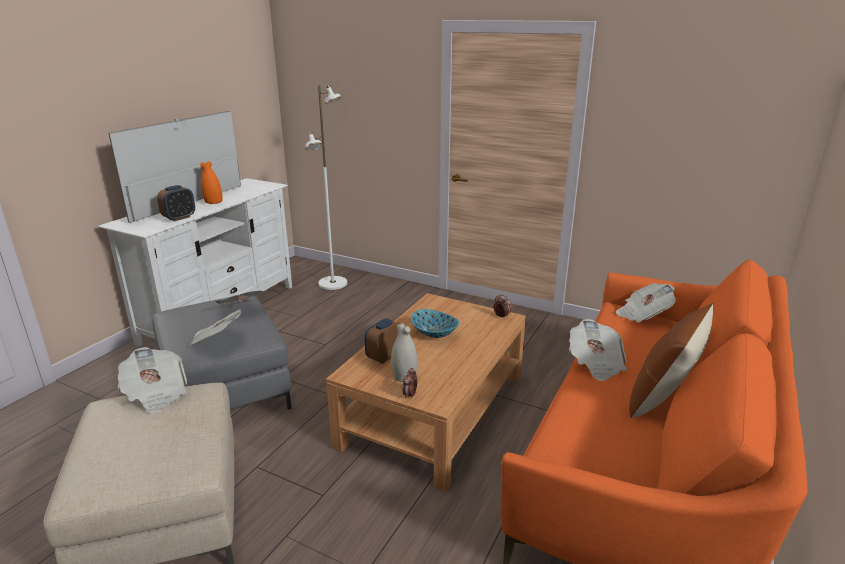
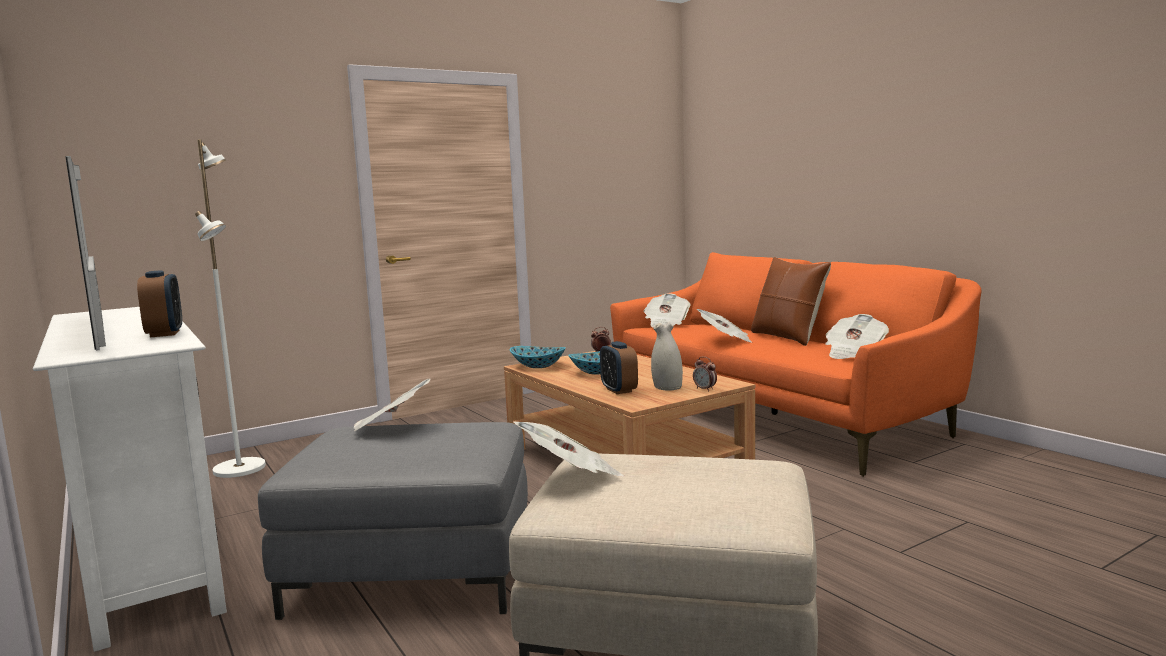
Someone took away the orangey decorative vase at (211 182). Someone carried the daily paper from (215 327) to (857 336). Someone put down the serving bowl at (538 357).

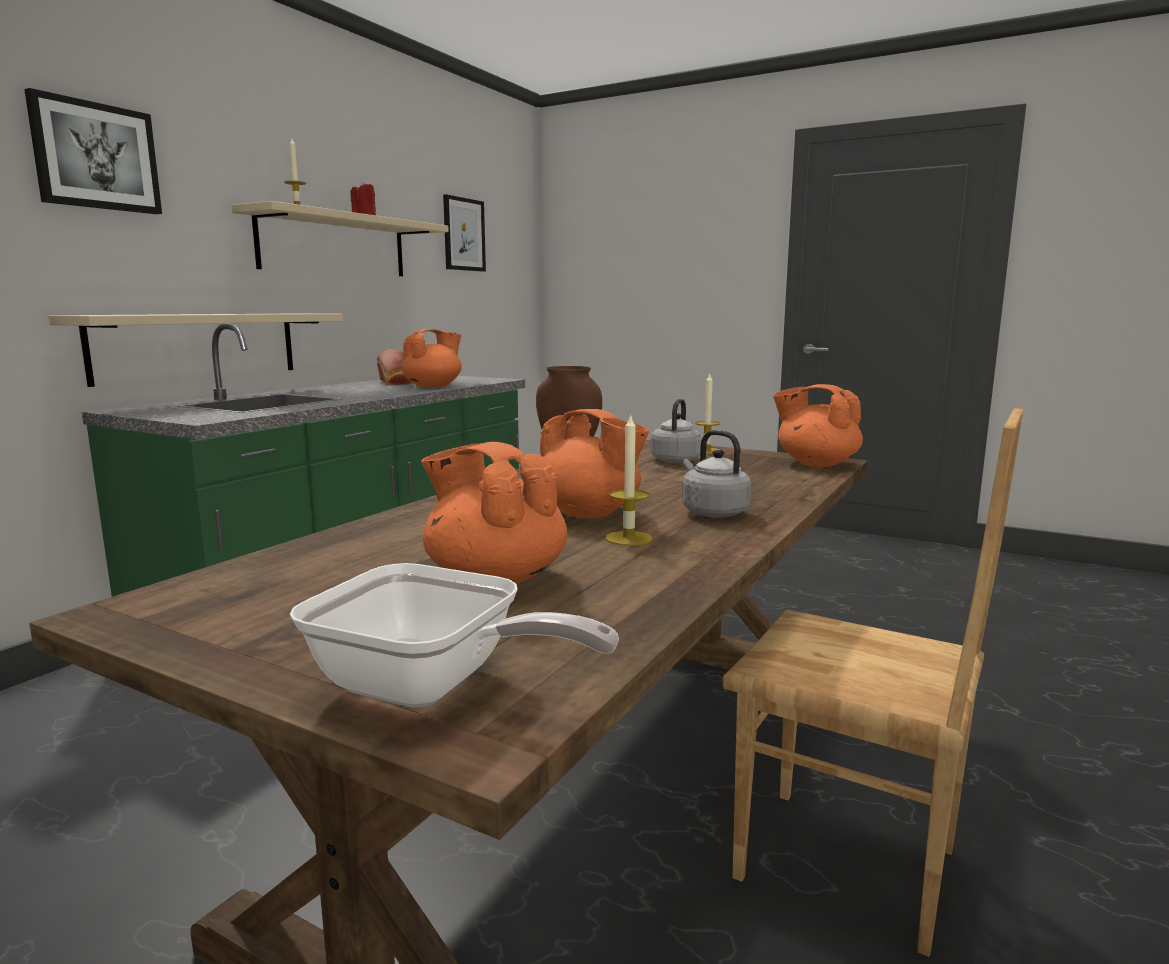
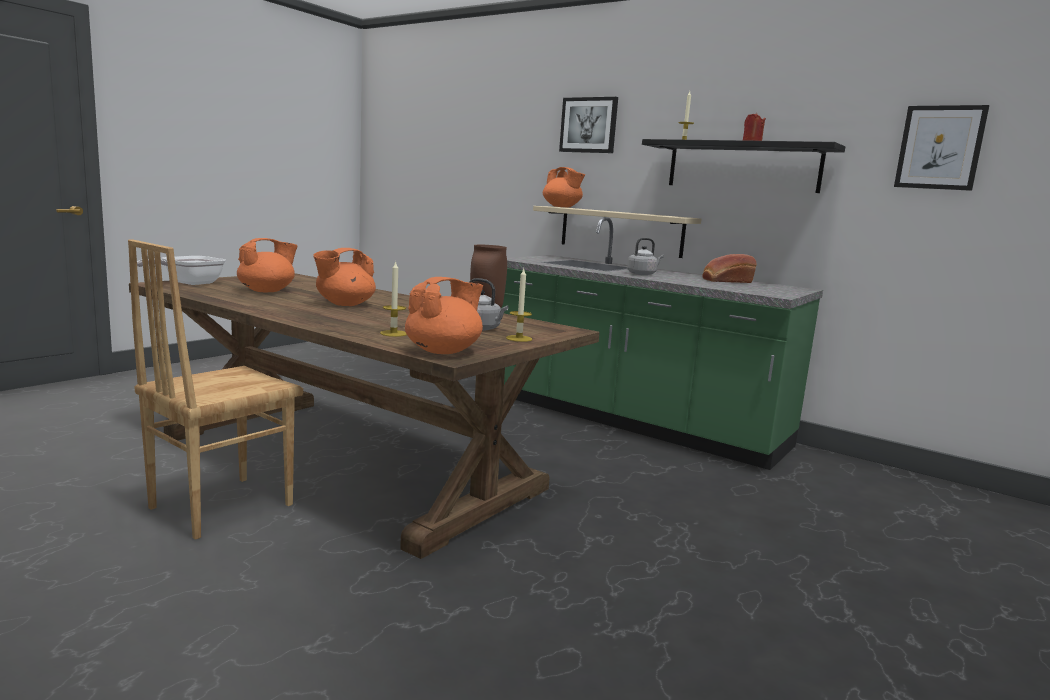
Someone repainted the sand-coloured wall shelf at (340 238), which became the black wall shelf at (743 166). Someone carried the orangey pot for tea from (432 358) to (564 187). Someone carried the candle from (629 479) to (393 298). Someone carried the greyish tea kettle from (716 474) to (645 256).

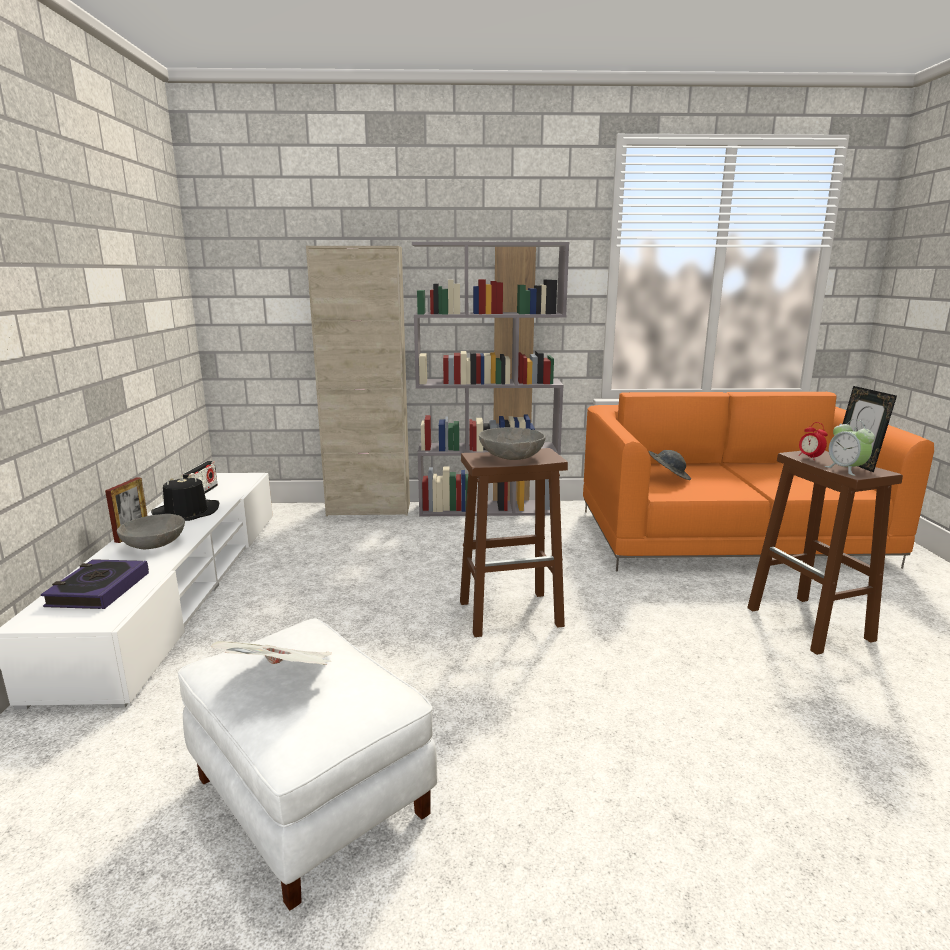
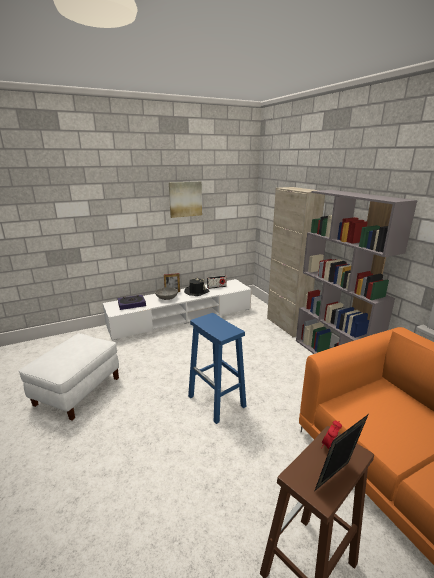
Someone took away the bedside clock at (850 447). Someone took away the greyish serving bowl at (512 443). Someone repainted the brownish stool seat at (514 542), which became the blue-coloured stool seat at (217 368). Someone took away the greyish hat at (670 465). Someone took away the daily paper at (271 653). Someone put up the wall art at (185 199).

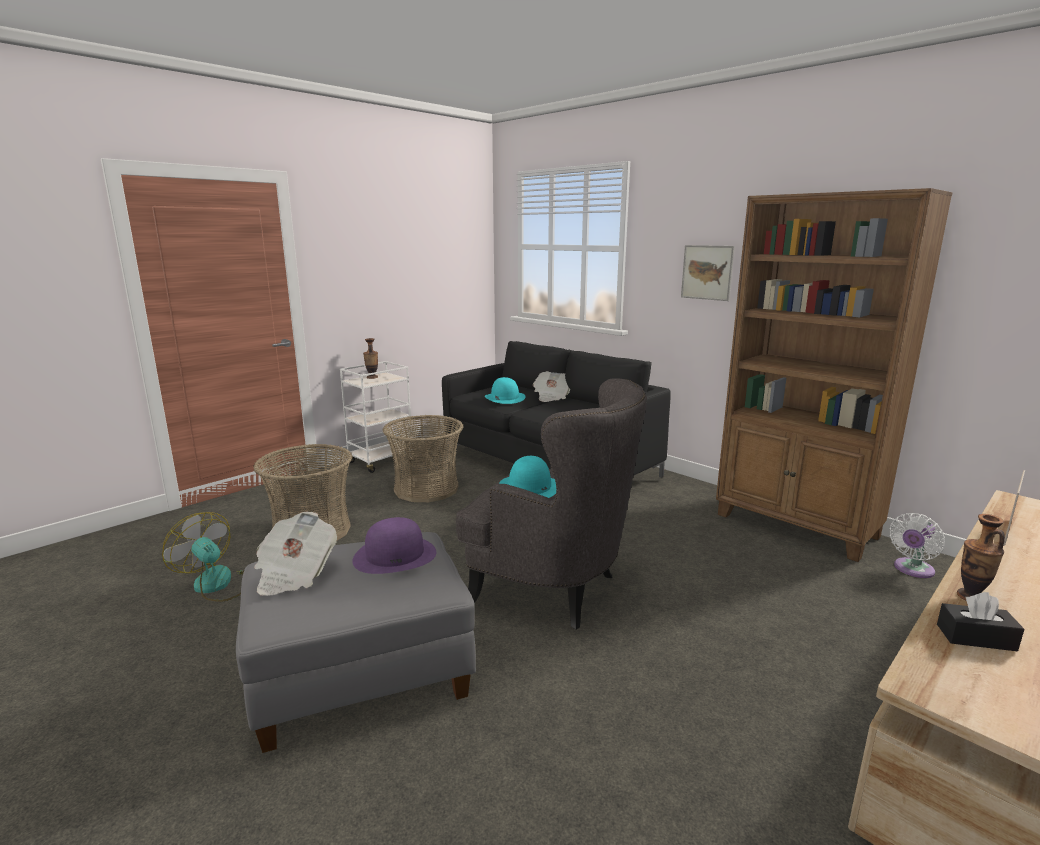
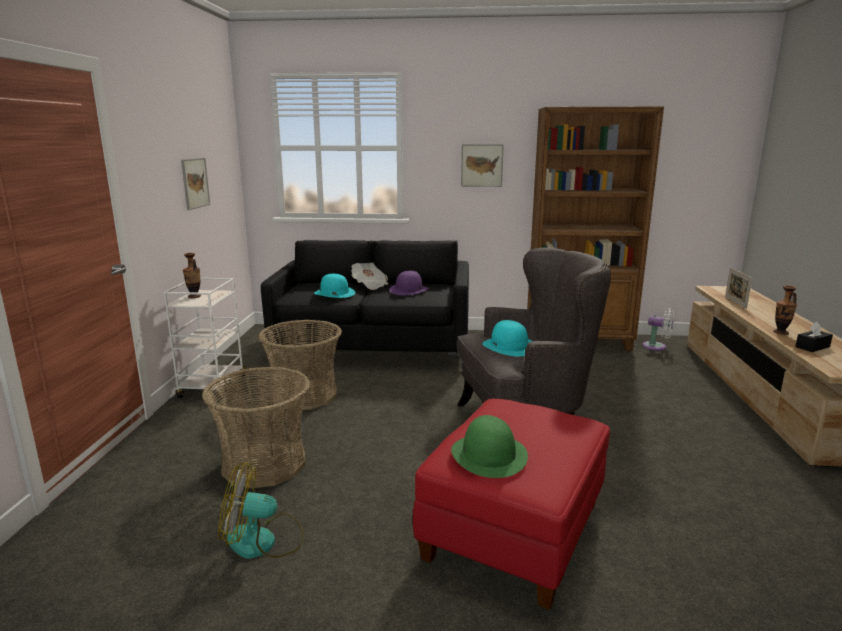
Someone swapped the daily paper at (295 554) for the green-coloured hat at (489 446). Someone rotated the white fan at (917 545) by 75 degrees counterclockwise. Someone carried the purplish hat from (394 545) to (409 283). Someone repainted the greyish ottoman at (356 642), which became the red-coloured ottoman at (511 504). Someone put up the wall art at (195 184).

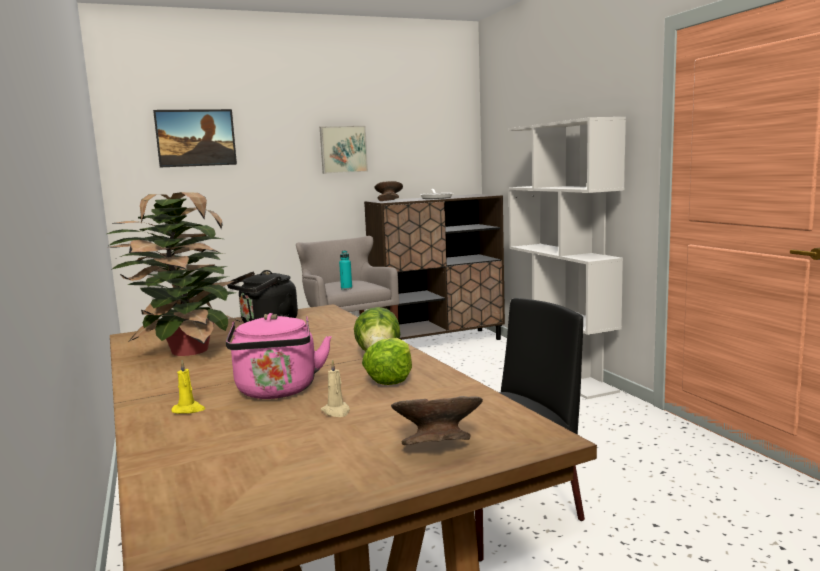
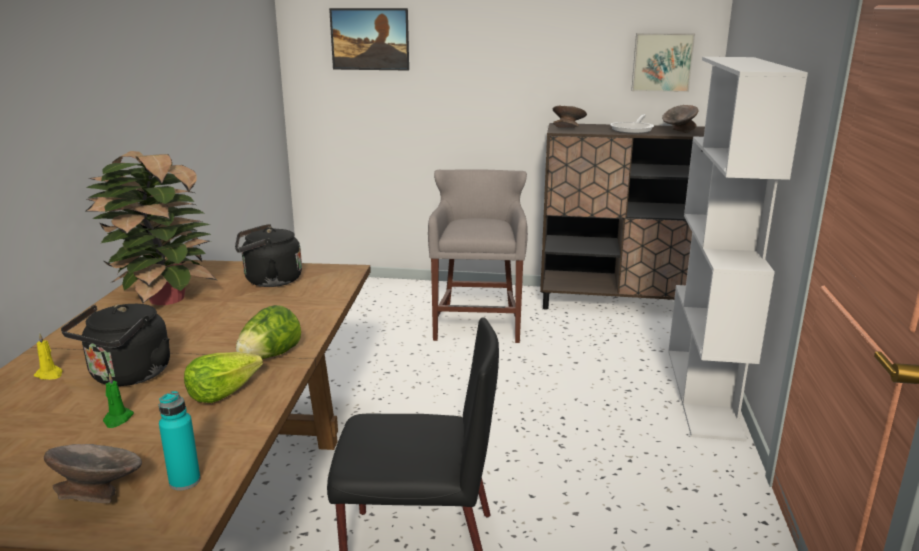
Someone carried the wall art from (344 150) to (663 62). Someone carried the blue-green drink bottle from (345 270) to (180 441). Someone repainted the pinkish tea kettle at (279 356), which became the black tea kettle at (115 345). Someone repainted the sand-coloured candle at (335 388), which became the green-coloured candle at (118 400). Someone put down the greyish serving bowl at (680 119).

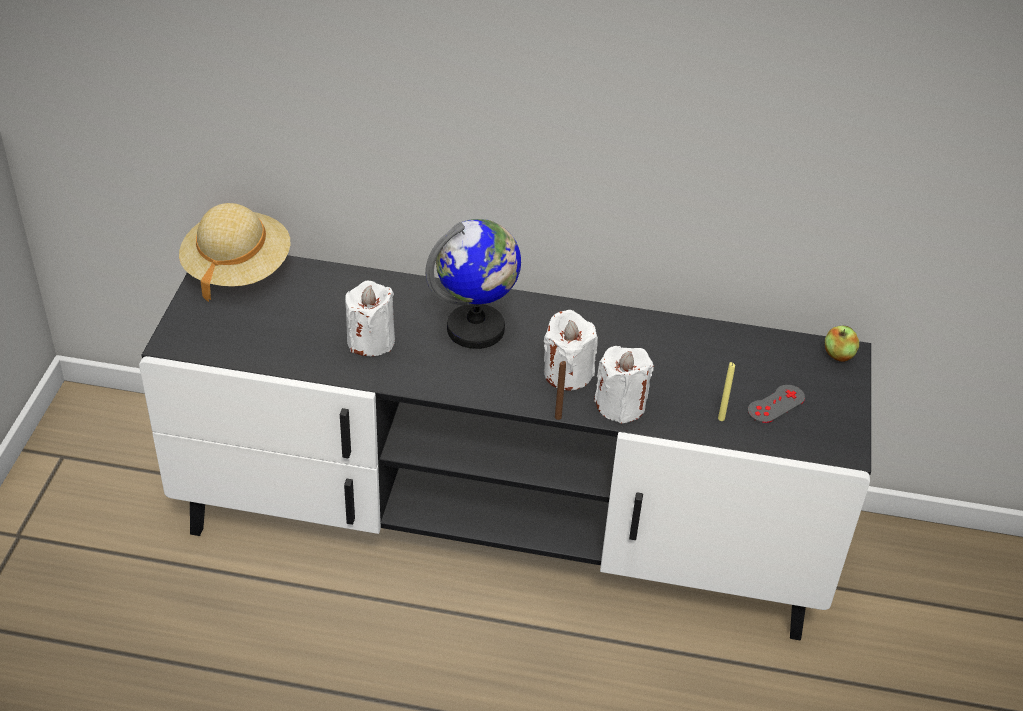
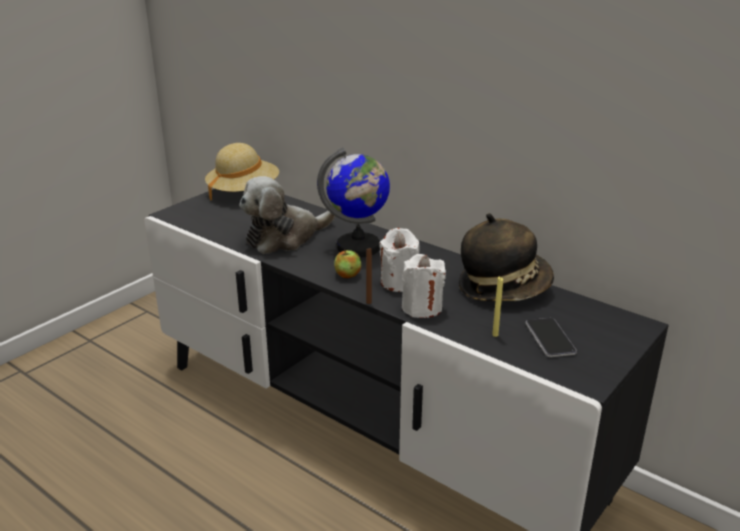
Someone swapped the white candle at (370 318) for the plush toy at (287 215). Someone carried the whole apple from (842 344) to (347 264). Someone swapped the greyish joypad at (776 404) for the telephone at (551 337). Someone put down the hat at (506 257).

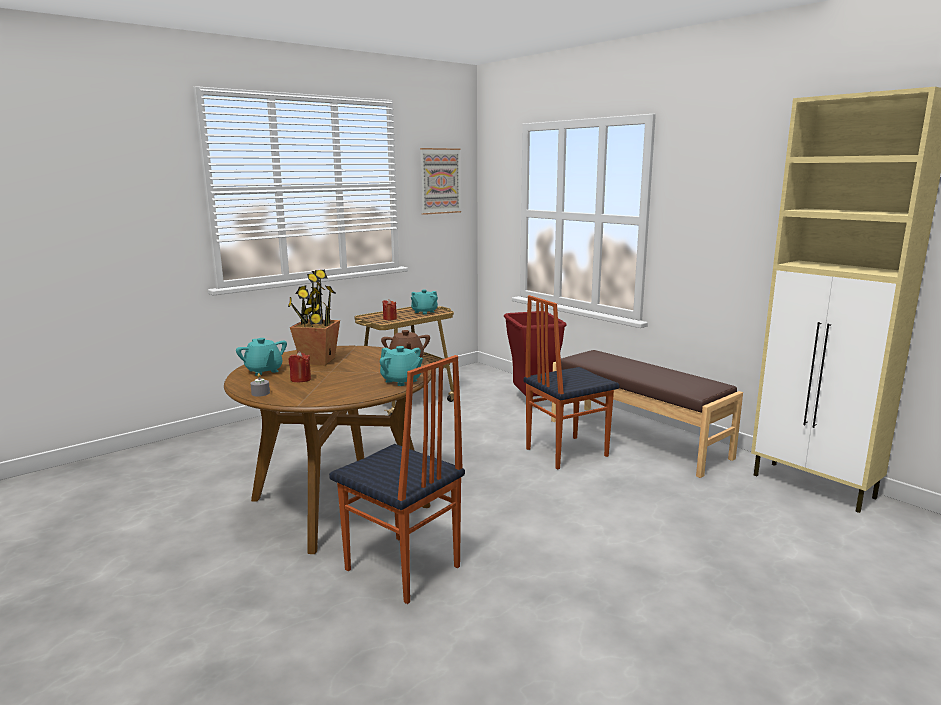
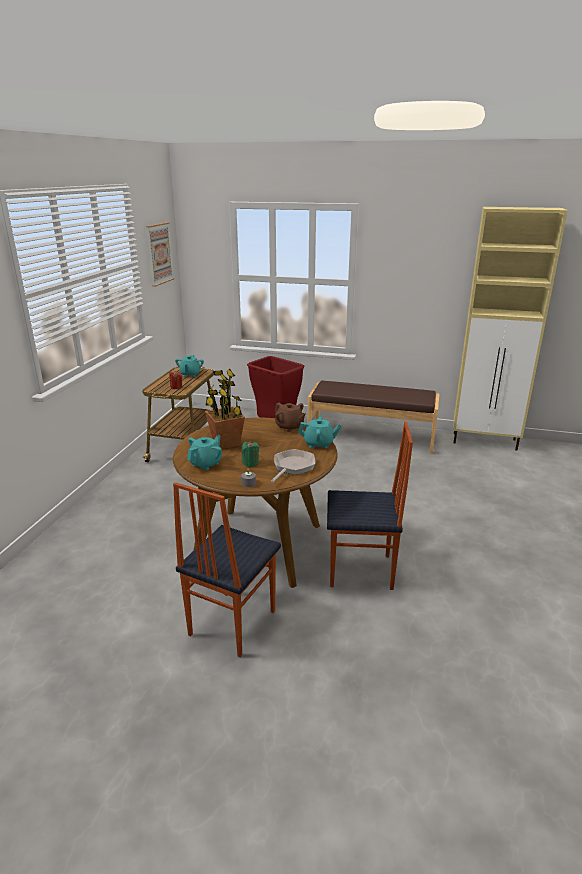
Someone carried the plain chair from (571 382) to (227 569). Someone rotated the blue-green pot for tea at (261 357) by 75 degrees counterclockwise. Someone repainted the red-coloured candle at (299 366), which became the green-coloured candle at (250 454). Someone put down the pan at (293 466).

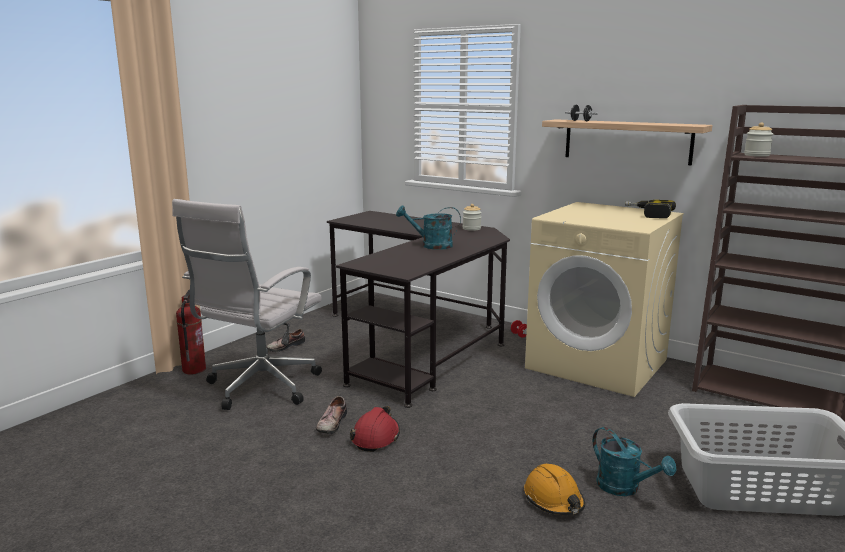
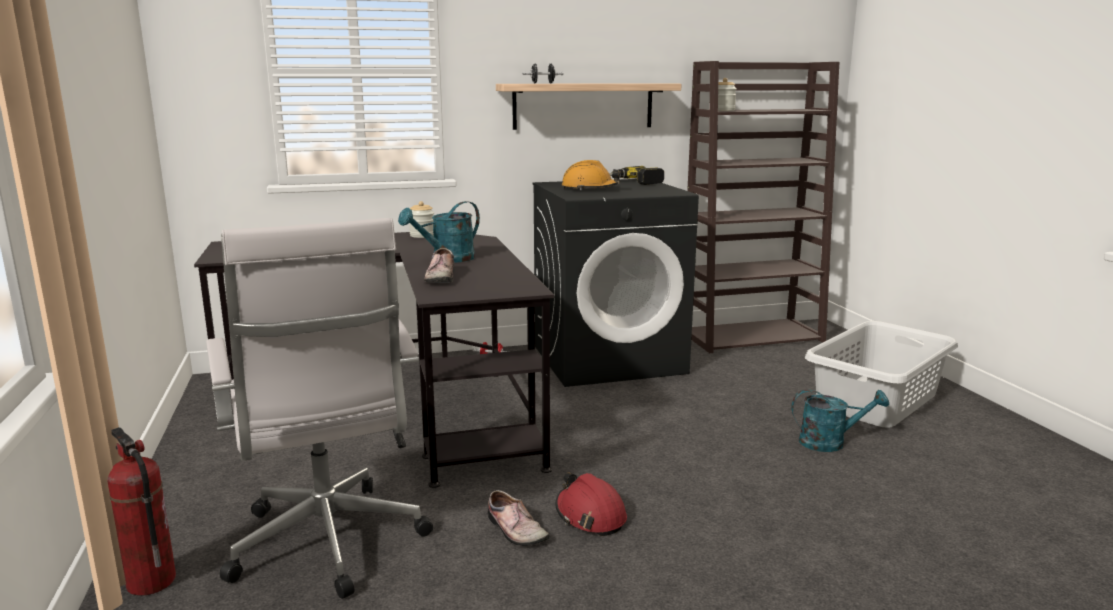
Someone repainted the sand-coloured laundry appliance at (604 299), which became the black laundry appliance at (616 283). Someone carried the item of footwear from (285 340) to (439 265). Someone carried the orangey hard hat from (554 489) to (591 175).

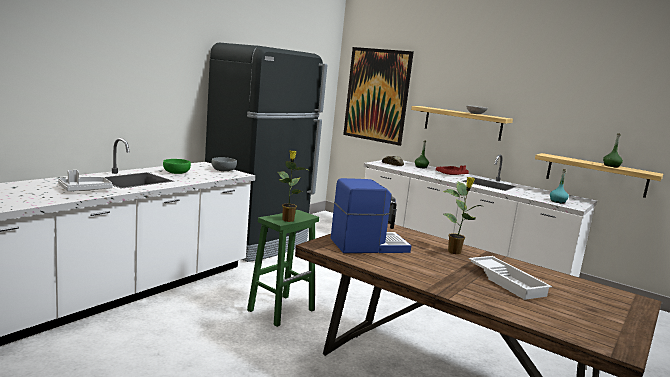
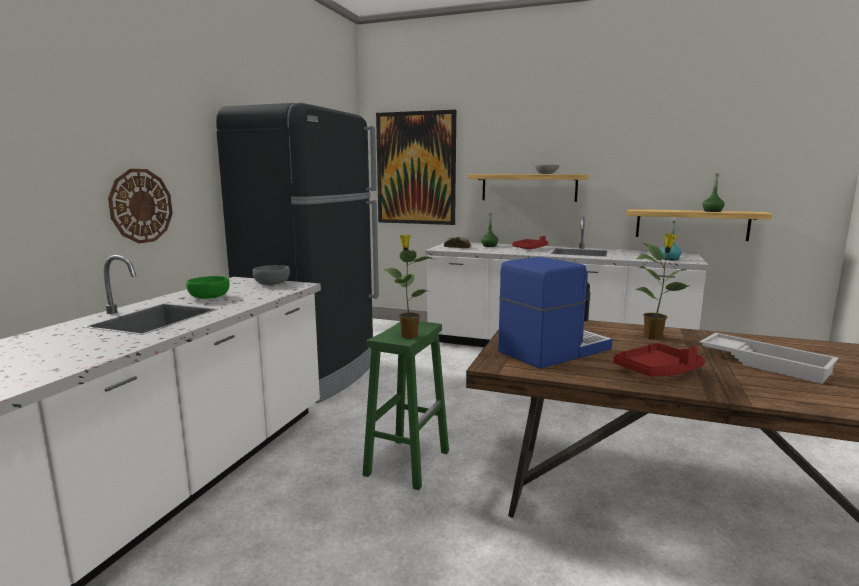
Someone took away the greyish tray at (85 180). Someone put up the clock on the wall at (140 206). Someone put down the red-coloured tray at (659 360).

